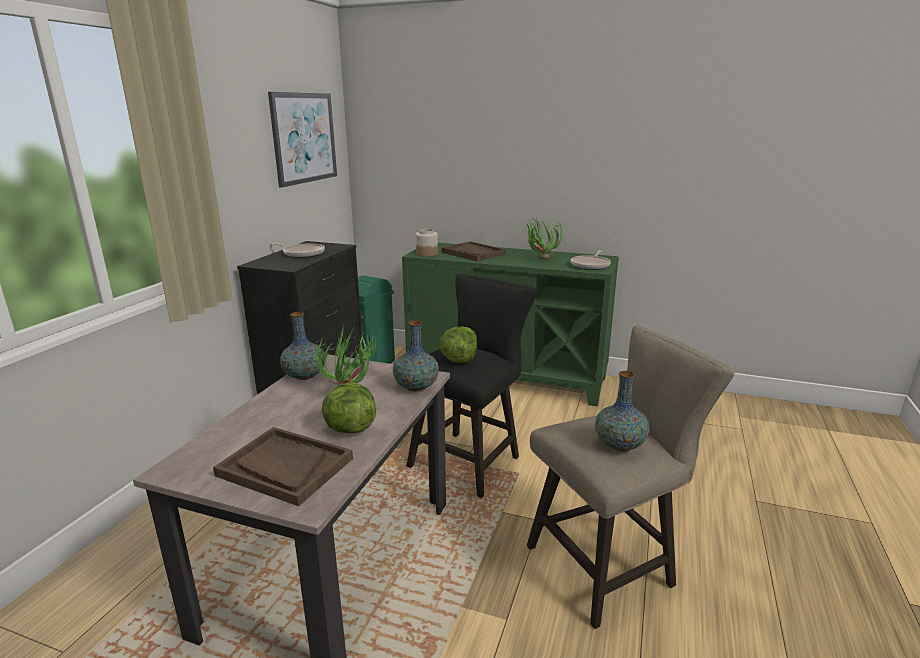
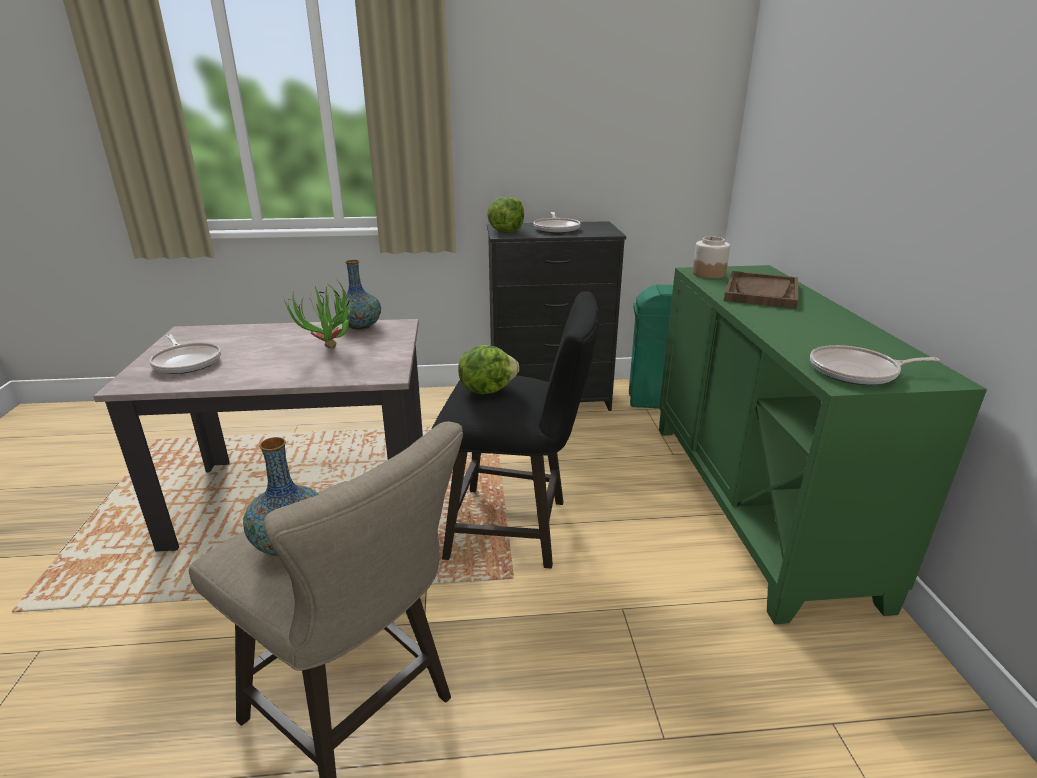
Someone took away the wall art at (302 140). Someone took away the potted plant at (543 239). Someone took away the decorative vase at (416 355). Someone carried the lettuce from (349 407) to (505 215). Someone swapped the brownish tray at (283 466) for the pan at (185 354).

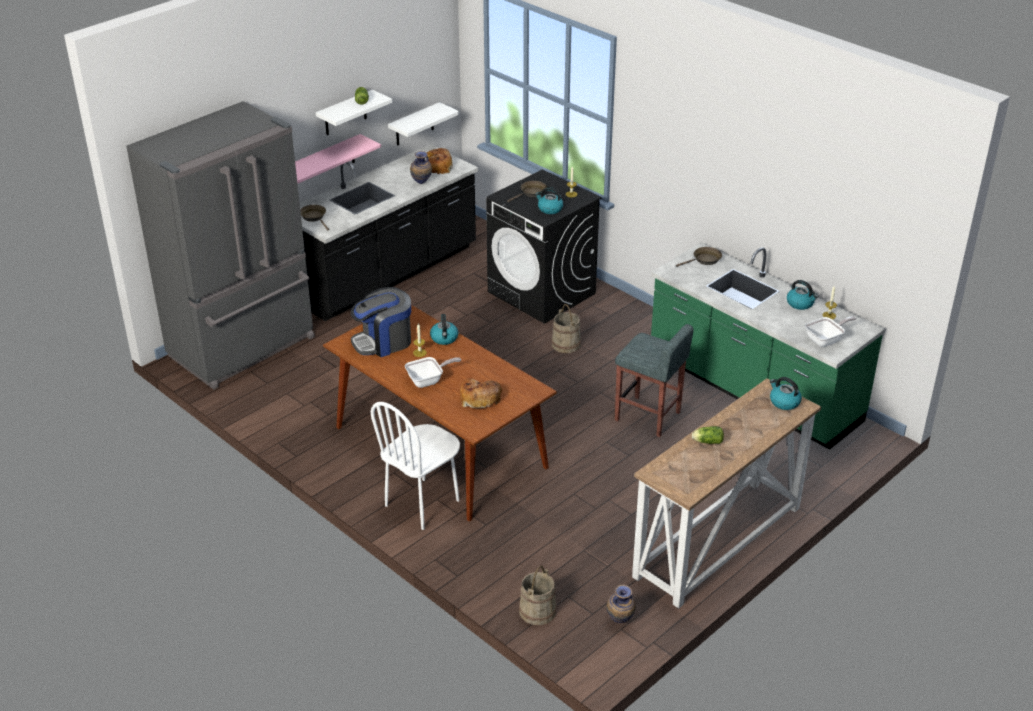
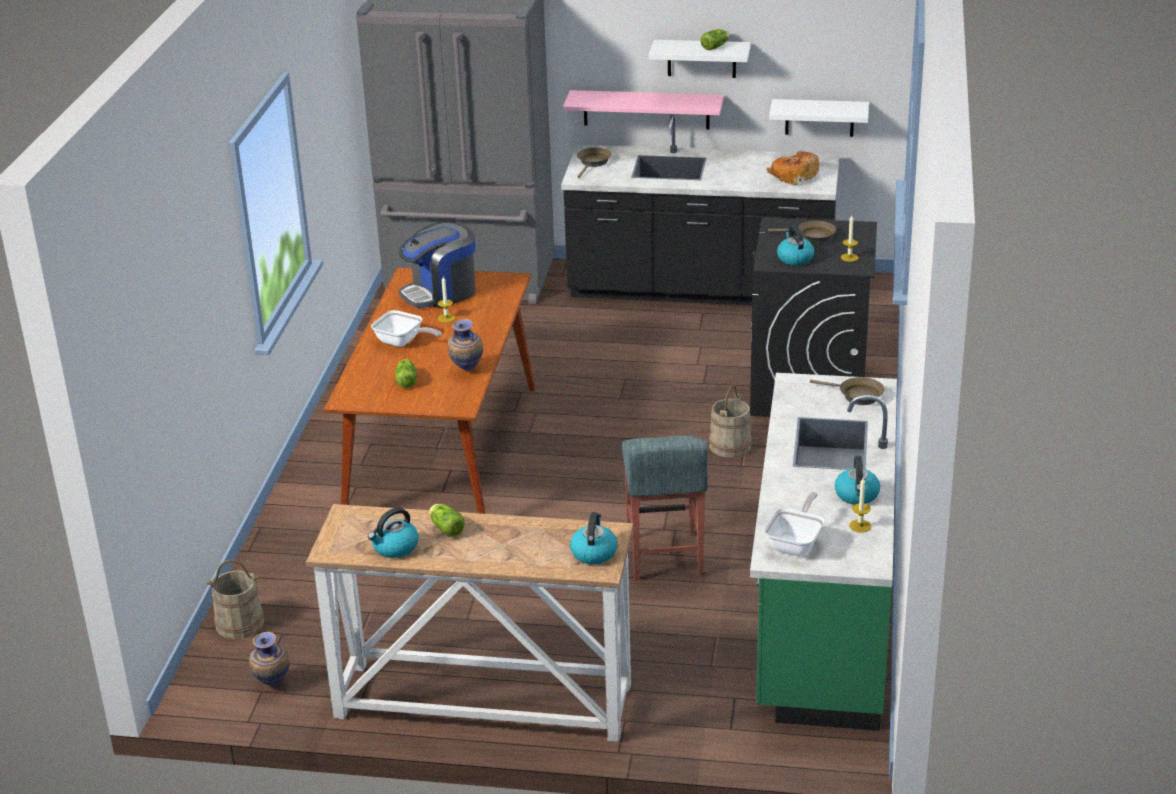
Someone carried the decorative vase from (421 167) to (465 345). Someone rotated the coffee machine at (381 322) by 60 degrees counterclockwise. Someone carried the tea kettle from (444 329) to (393 532). Someone rotated the pan at (830 331) by 90 degrees counterclockwise. Someone swapped the bakery bread at (481 393) for the lettuce at (406 373). Someone took away the white plain chair at (415 466).

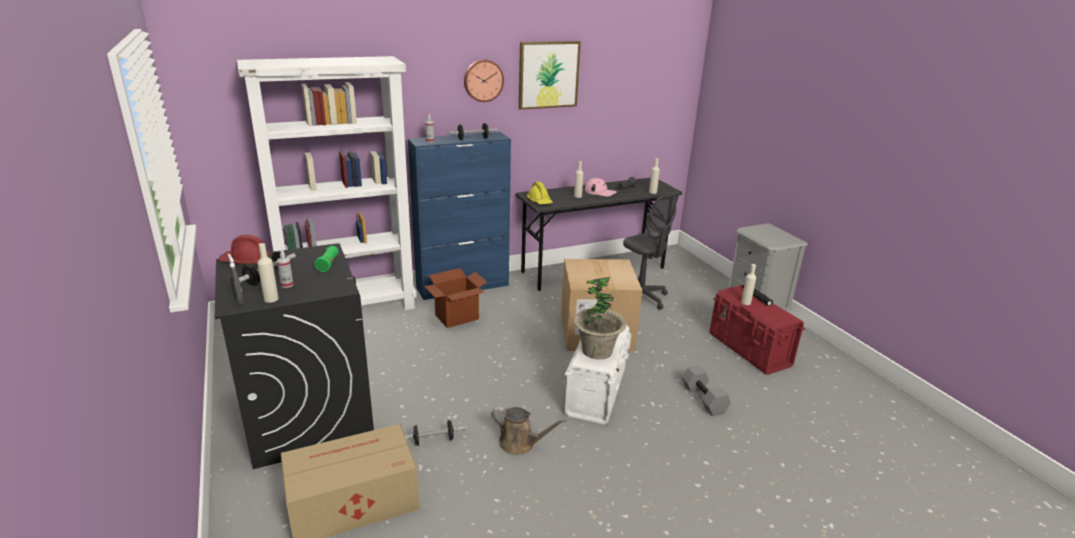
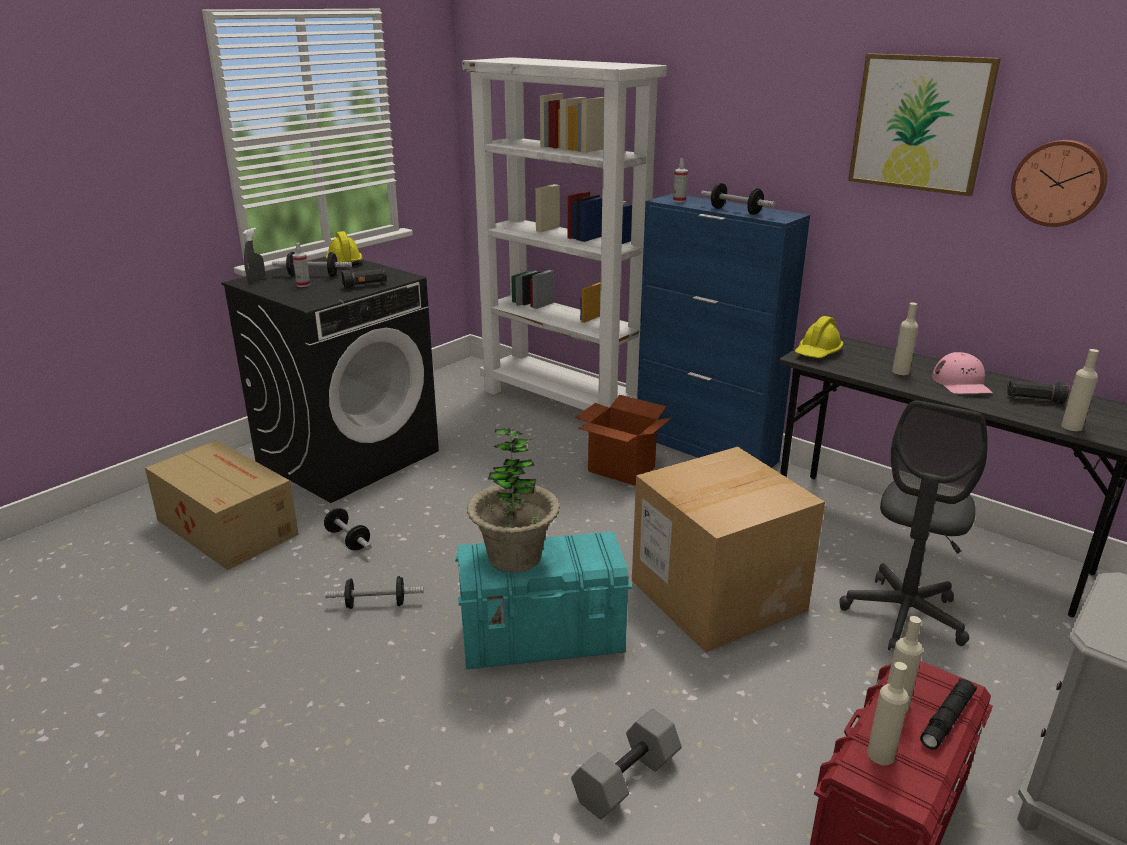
Someone carried the clock on the wall from (484 80) to (1059 183). Someone repainted the red-coloured hard hat at (244 251), which became the yellow-coloured hard hat at (344 248). Someone carried the sand-coloured drink bottle from (268 273) to (888 713). Someone repainted the green-coloured flashlight at (326 259), which became the black flashlight at (364 278). Someone repainted the white storage box at (598 374), which became the blue-green storage box at (543 600). Someone swapped the brownish watering can at (529 430) for the free weight at (374 592).

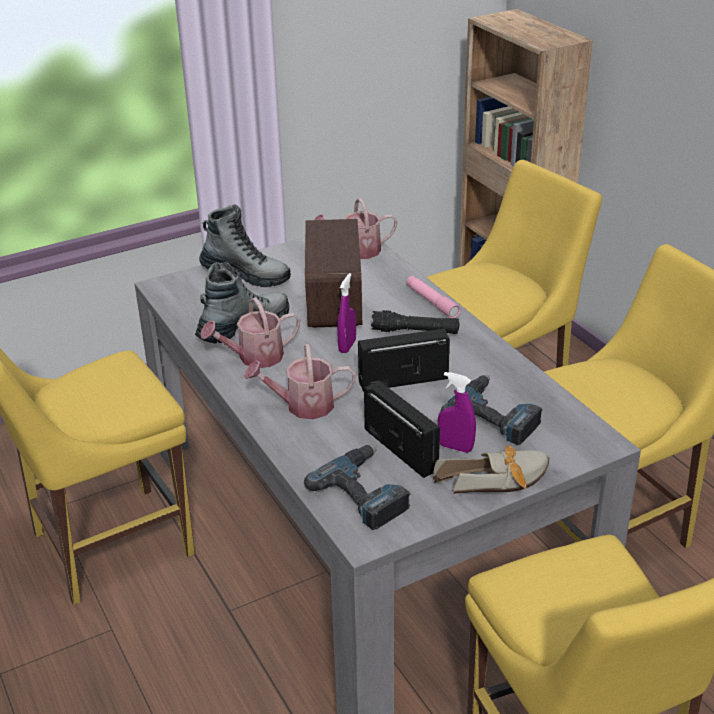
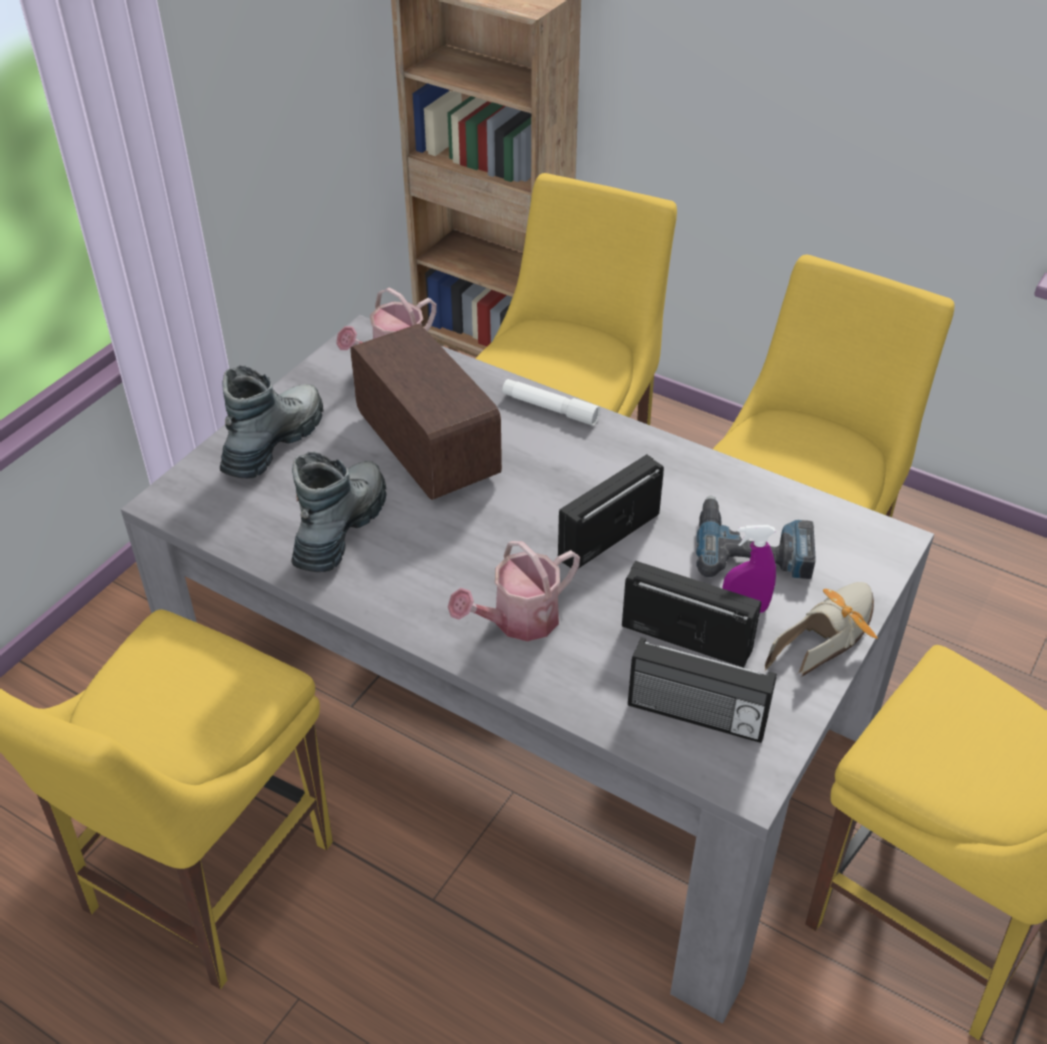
Someone rotated the boot at (245 245) by 60 degrees counterclockwise. Someone took away the purplish sprayer at (346 313). Someone repainted the pinkish flashlight at (433 297), which became the white flashlight at (551 402). Someone took away the watering can at (250 332). Someone took away the black flashlight at (415 322). Someone swapped the power drill at (357 487) for the radio at (702 690).

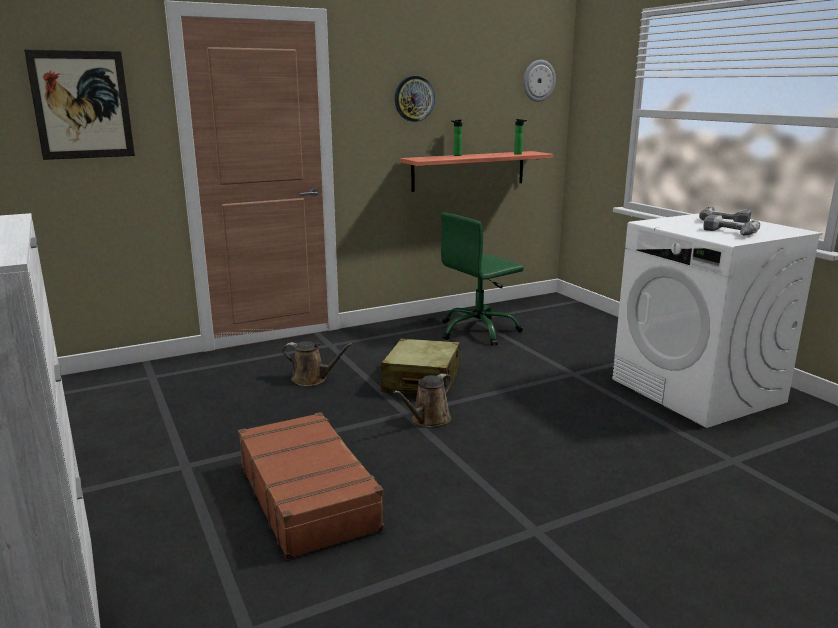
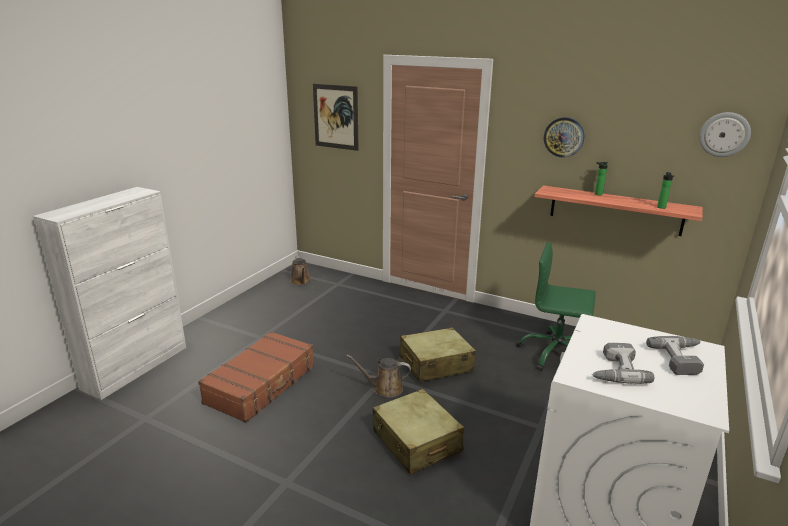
Someone carried the brownish watering can from (317 363) to (300 270). Someone put down the sand-coloured travel case at (418 431).

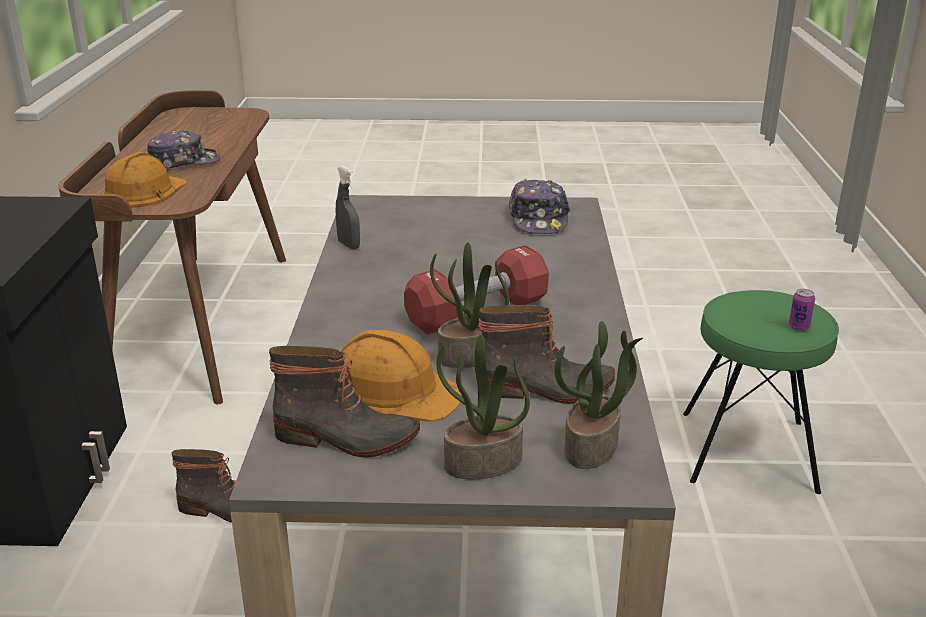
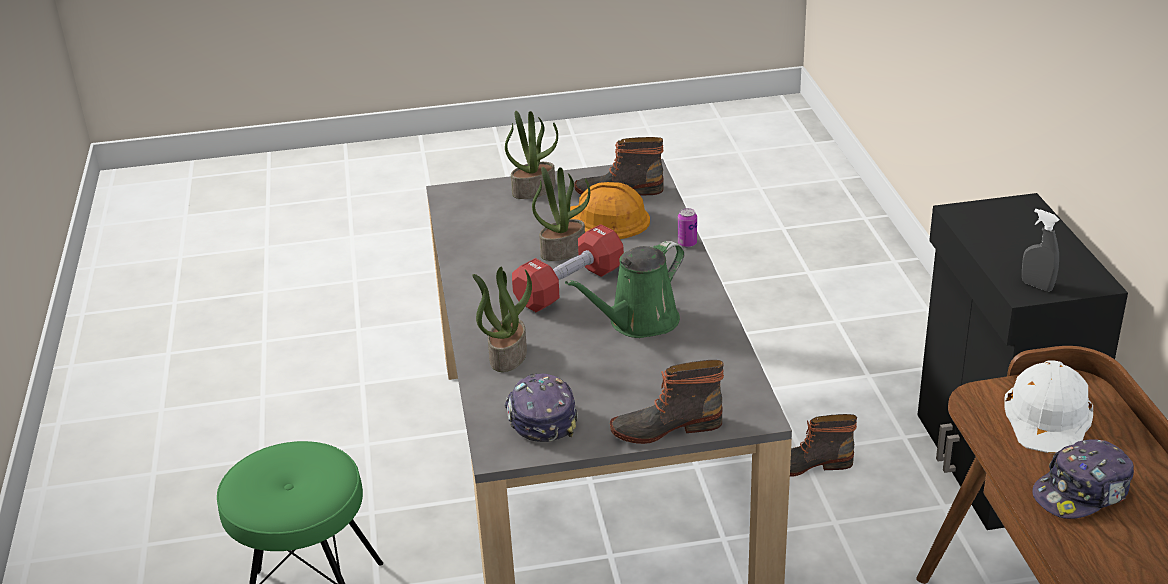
Someone repainted the orangey hard hat at (144 180), which became the white hard hat at (1049 407). Someone carried the greyish sprayer from (348 207) to (1041 250). Someone carried the can from (802 310) to (687 227). Someone carried the boot from (546 354) to (667 402). Someone carried the potted plant from (598 395) to (502 319). Someone put down the green-coloured watering can at (624 289).

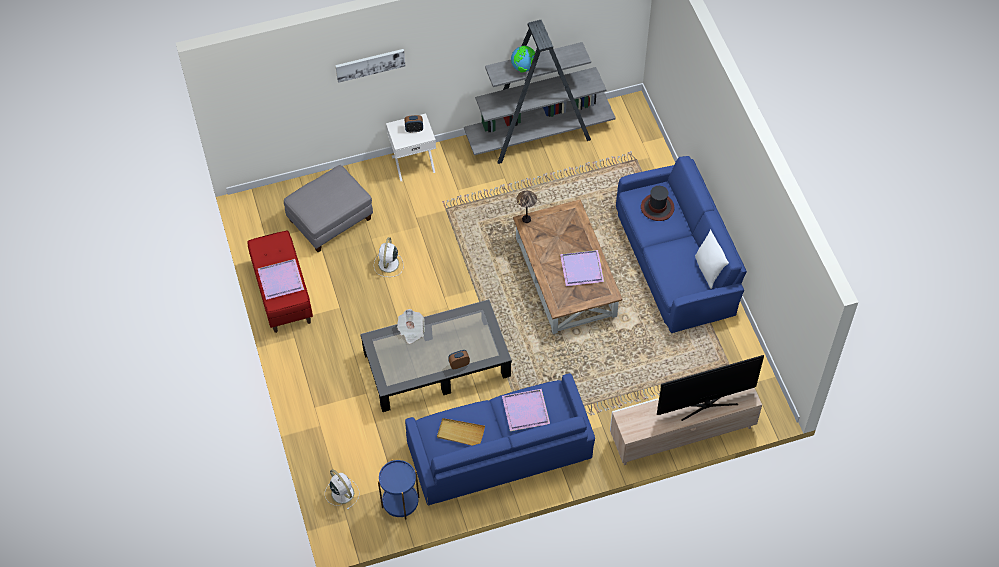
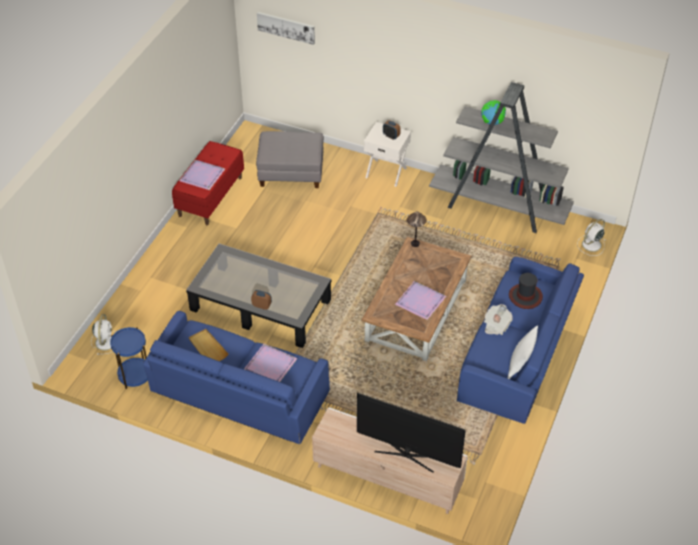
Someone carried the wall art from (370 66) to (286 28). Someone carried the white fan from (389 257) to (591 237). Someone carried the daily paper from (411 326) to (498 319).

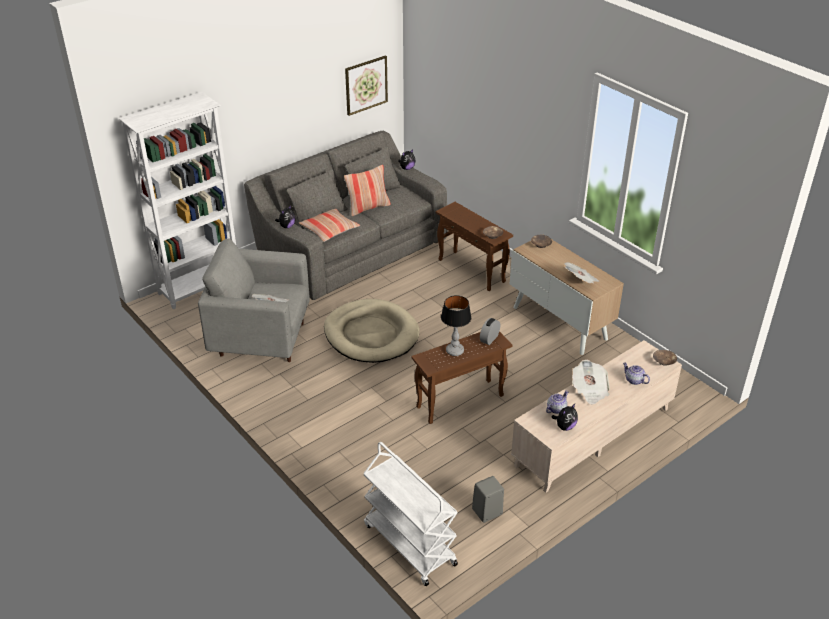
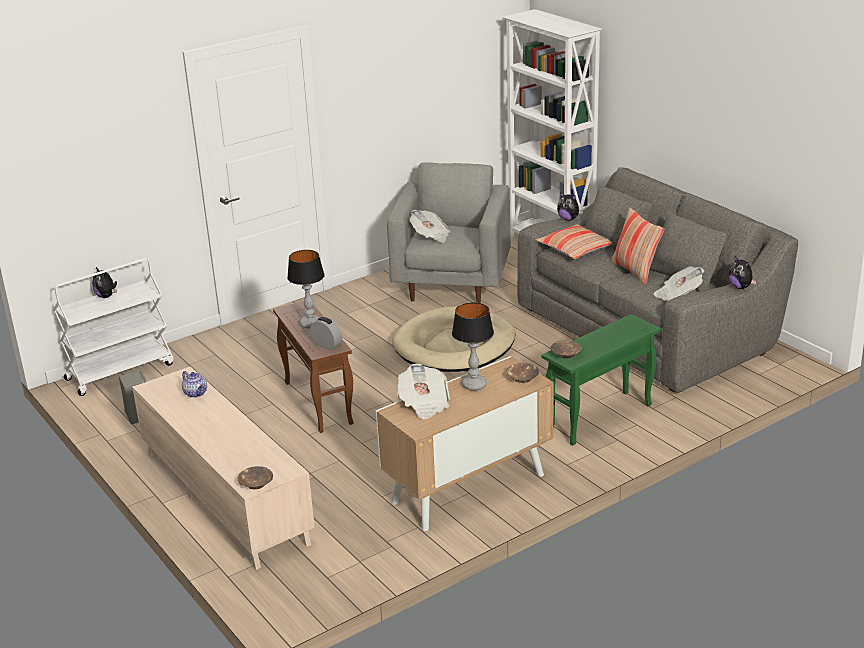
Someone took away the wall art at (366 86). Someone repainted the brownish accent table at (474 246), which became the green-coloured accent table at (601 379). Someone carried the daily paper from (591 382) to (679 283). Someone took away the pot for tea at (636 373). Someone carried the plush toy from (565 417) to (104 282). Someone put down the tabletop lamp at (473 347).

